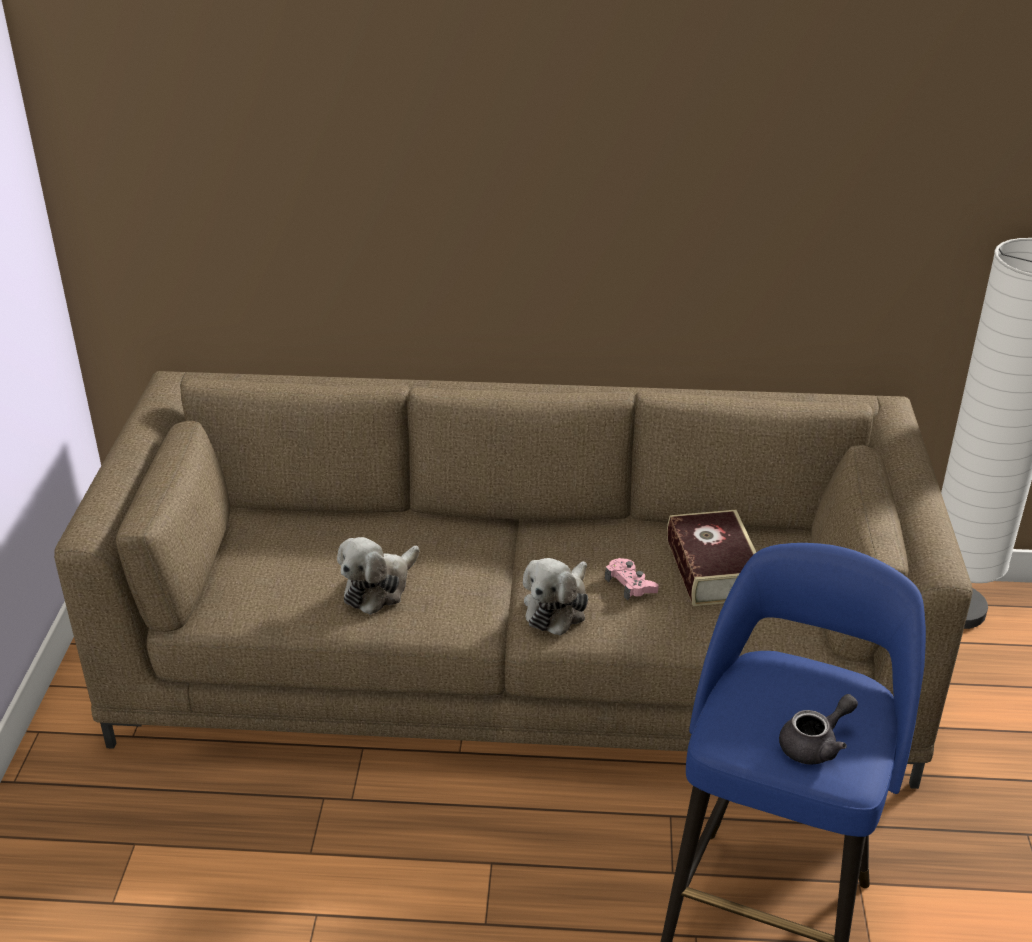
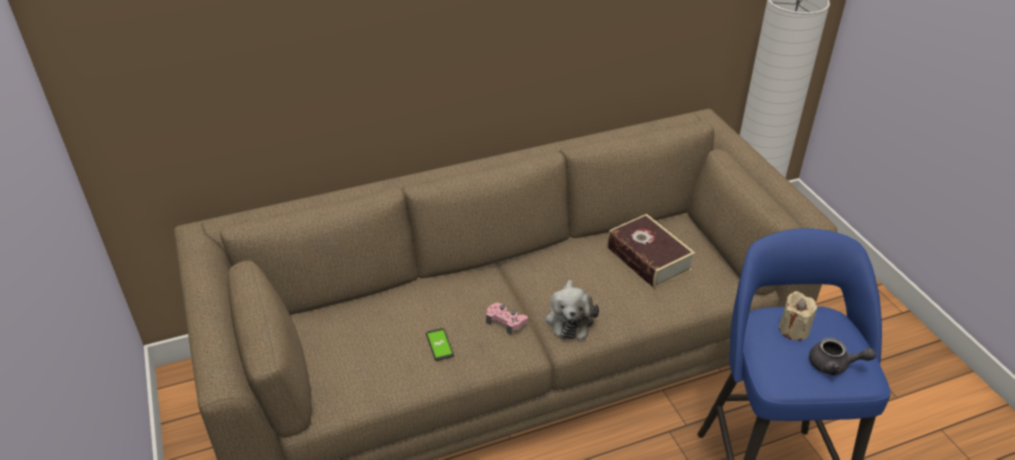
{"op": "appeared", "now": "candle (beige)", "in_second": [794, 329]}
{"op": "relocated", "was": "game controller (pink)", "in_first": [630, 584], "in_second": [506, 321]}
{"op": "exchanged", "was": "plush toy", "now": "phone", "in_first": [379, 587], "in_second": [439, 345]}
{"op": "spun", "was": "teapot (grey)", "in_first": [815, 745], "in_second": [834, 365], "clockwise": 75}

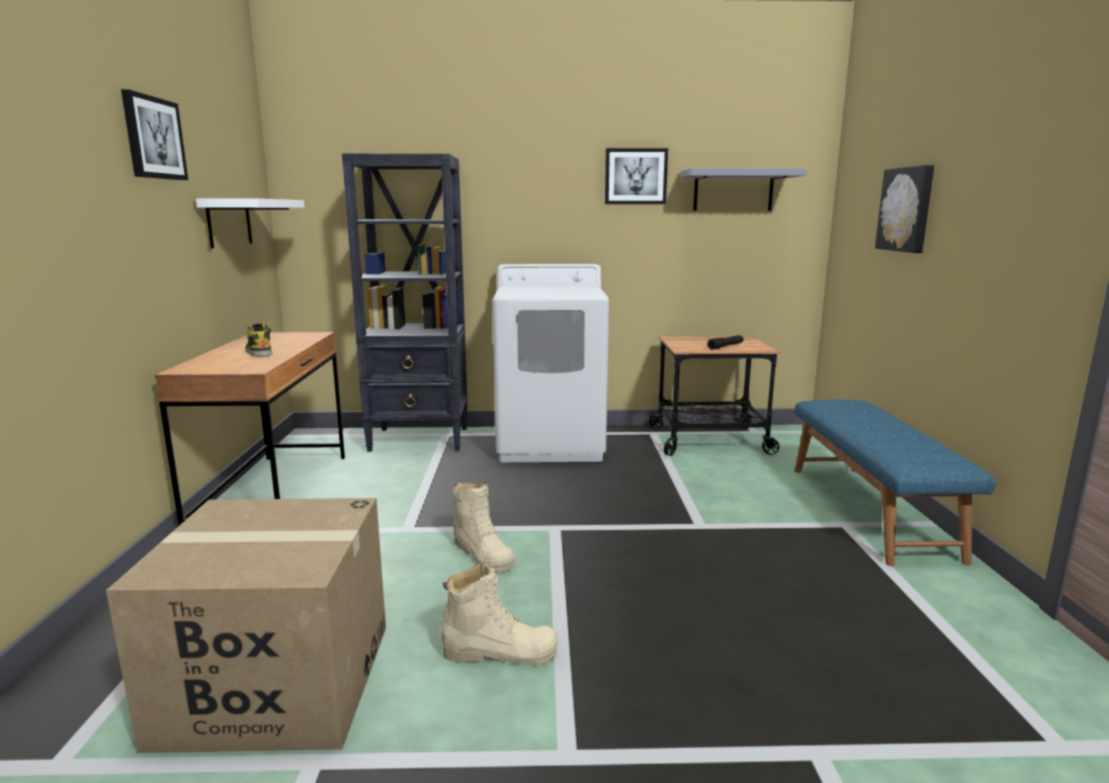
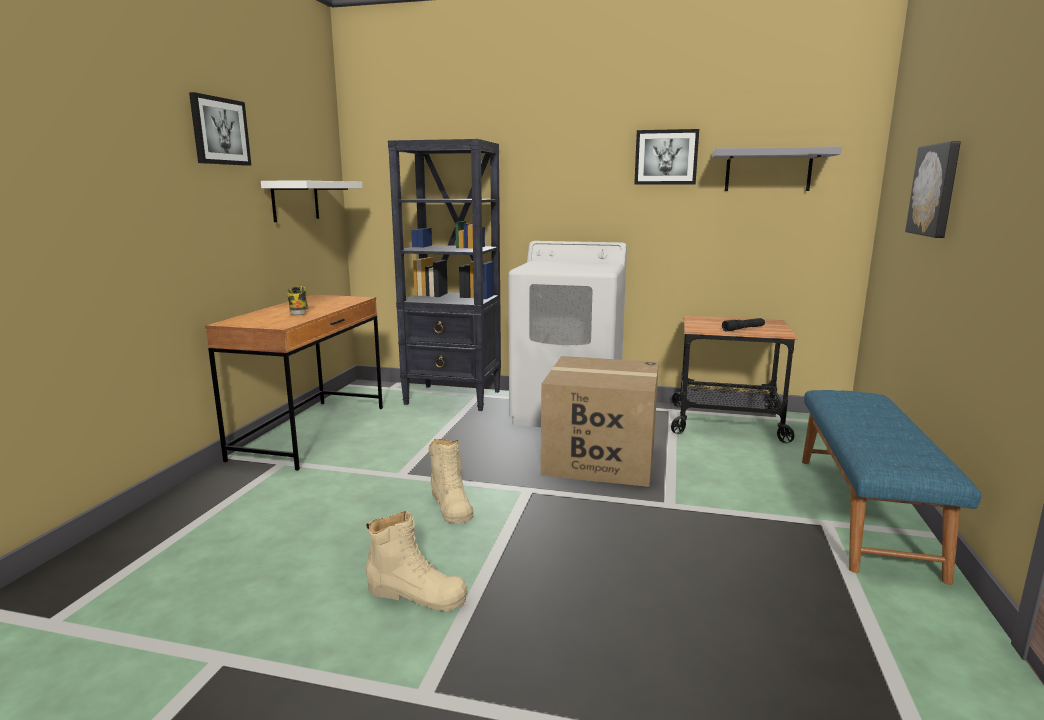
{"op": "relocated", "was": "cardboard box", "in_first": [276, 683], "in_second": [600, 459]}

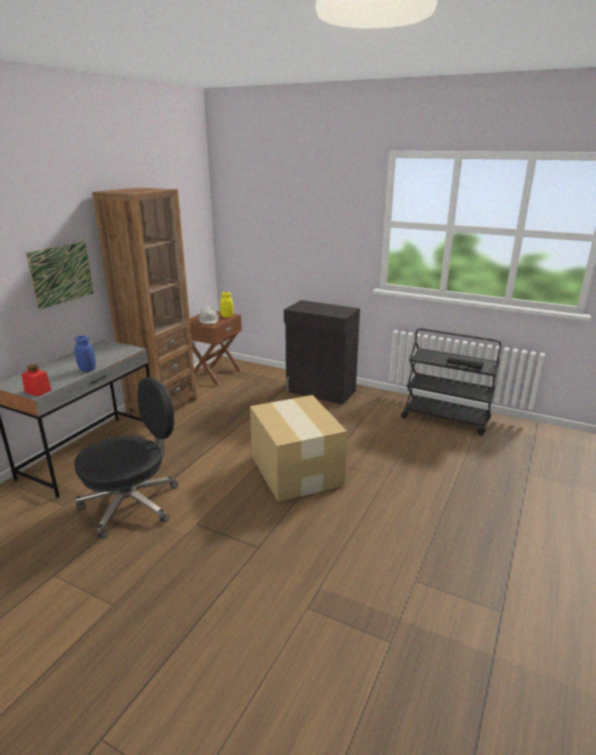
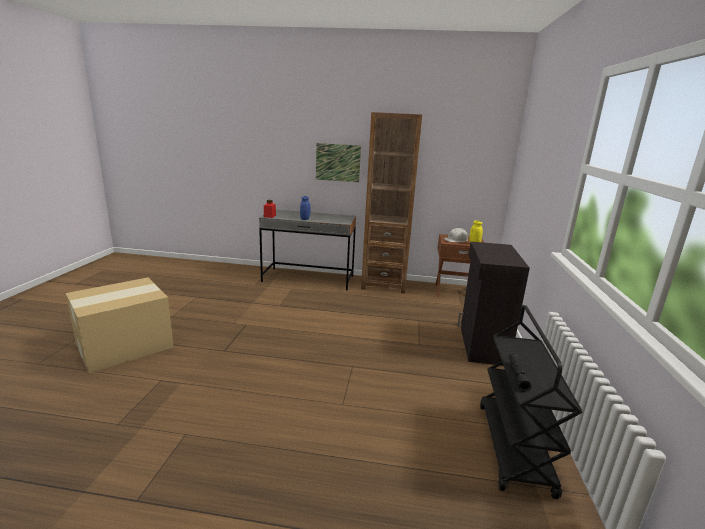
{"op": "missing", "was": "office chair (black)", "in_first": [132, 504]}
{"op": "relocated", "was": "cardboard box", "in_first": [296, 469], "in_second": [126, 345]}

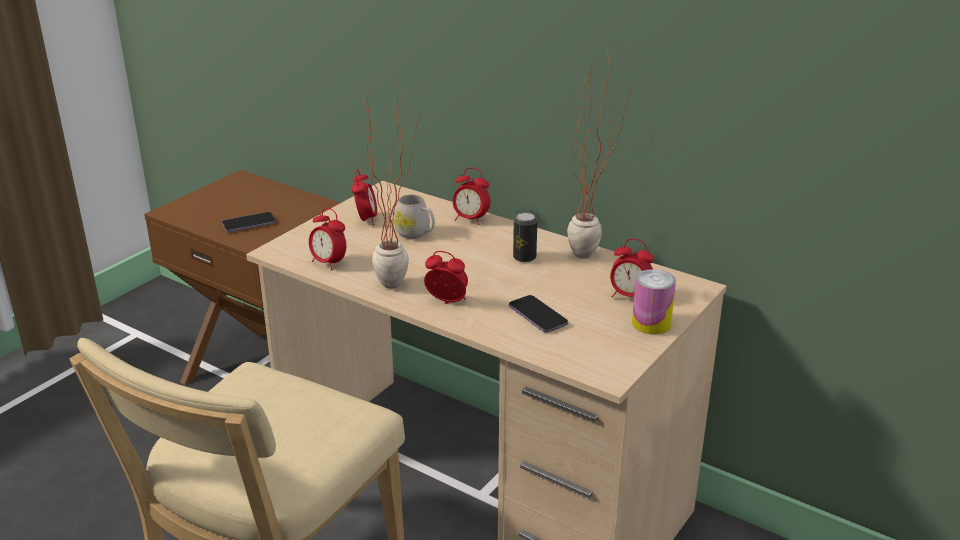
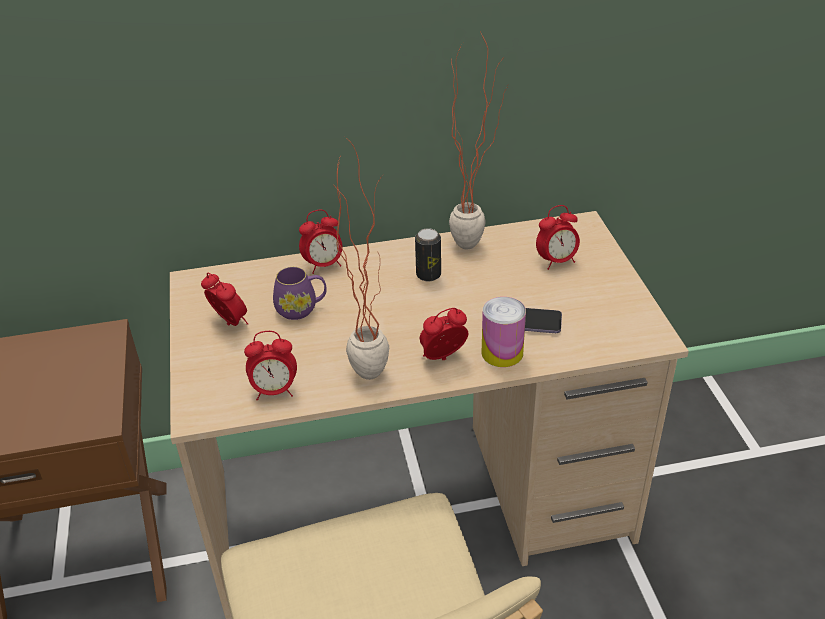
{"op": "missing", "was": "phone", "in_first": [249, 224]}
{"op": "relocated", "was": "can", "in_first": [651, 323], "in_second": [502, 353]}
{"op": "colour", "was": "mug (white)", "now": "mug (purple)", "in_first": [416, 234], "in_second": [301, 309]}

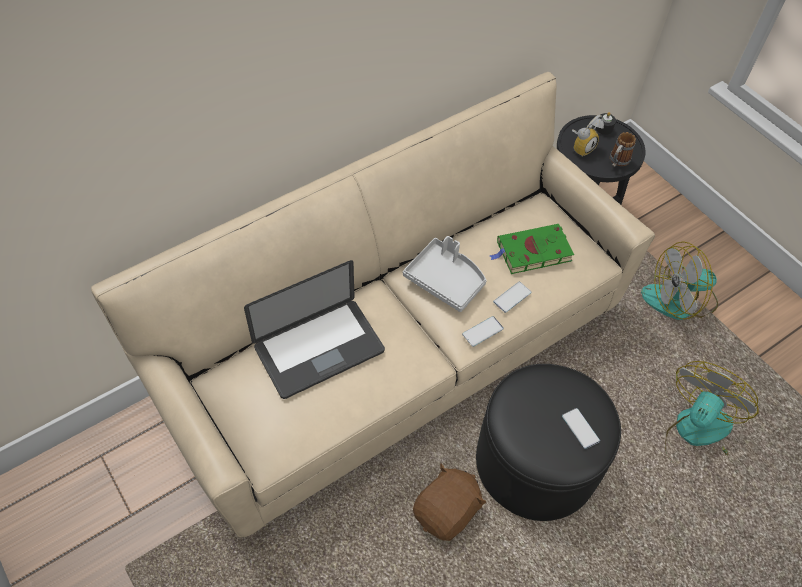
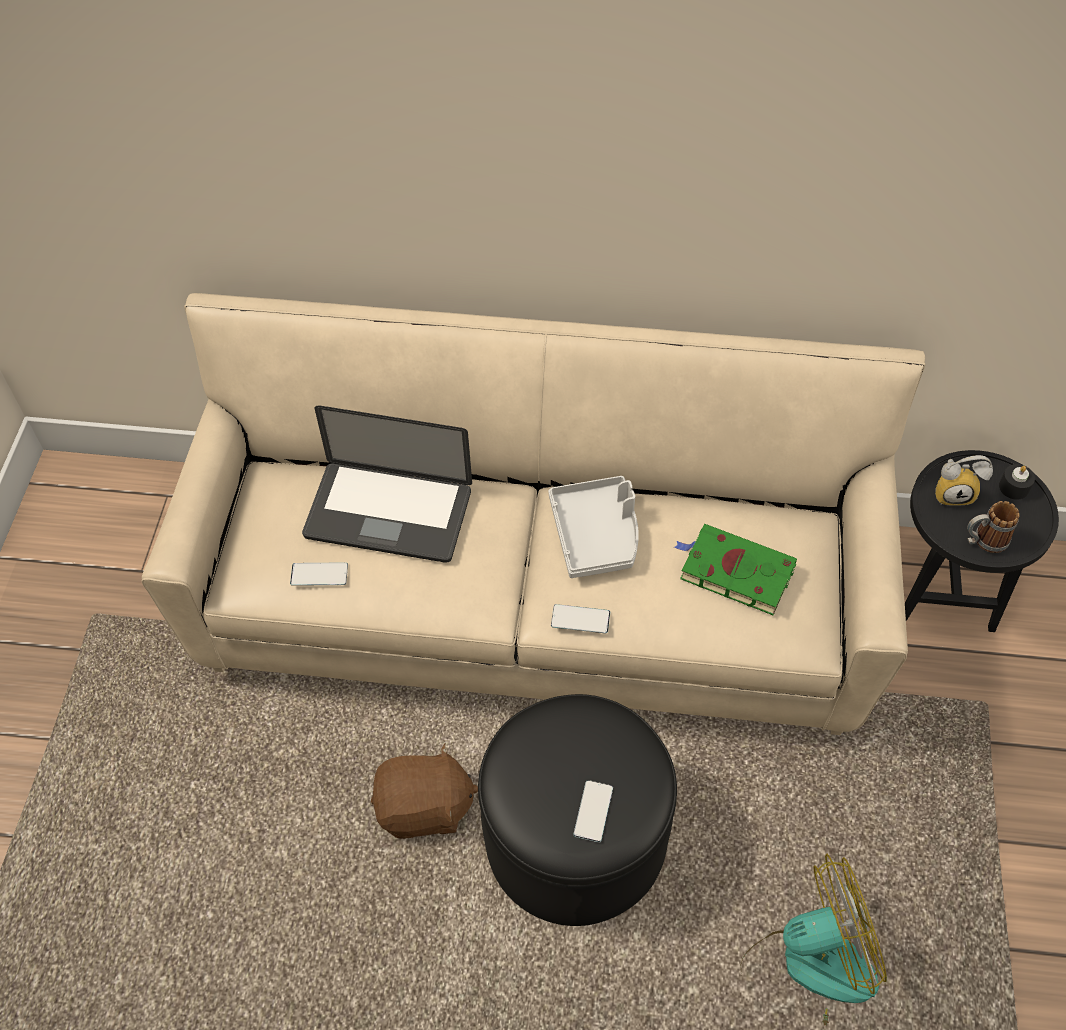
{"op": "missing", "was": "fan", "in_first": [679, 300]}
{"op": "relocated", "was": "phone", "in_first": [512, 297], "in_second": [319, 574]}

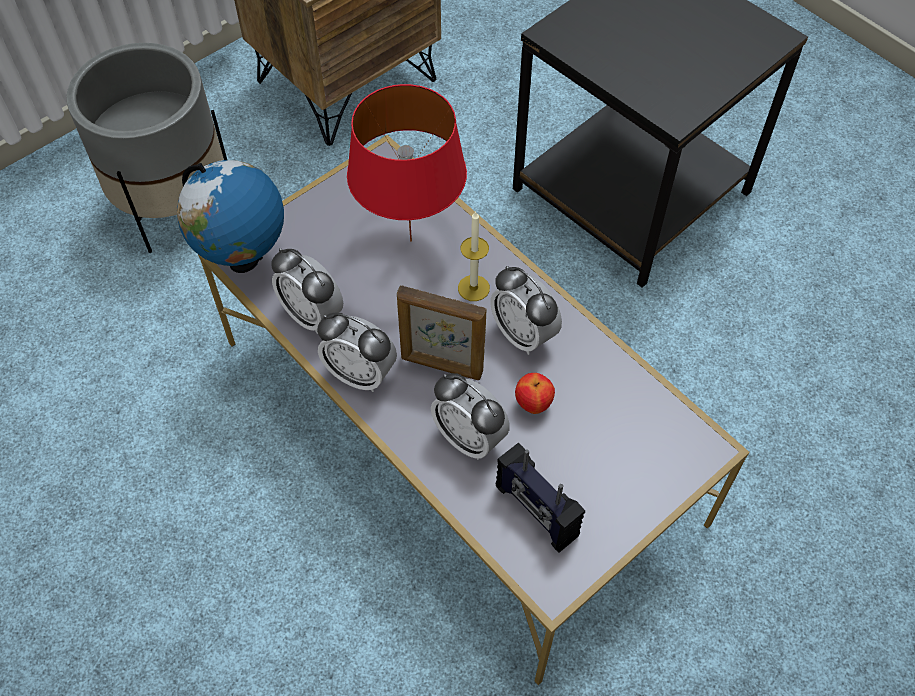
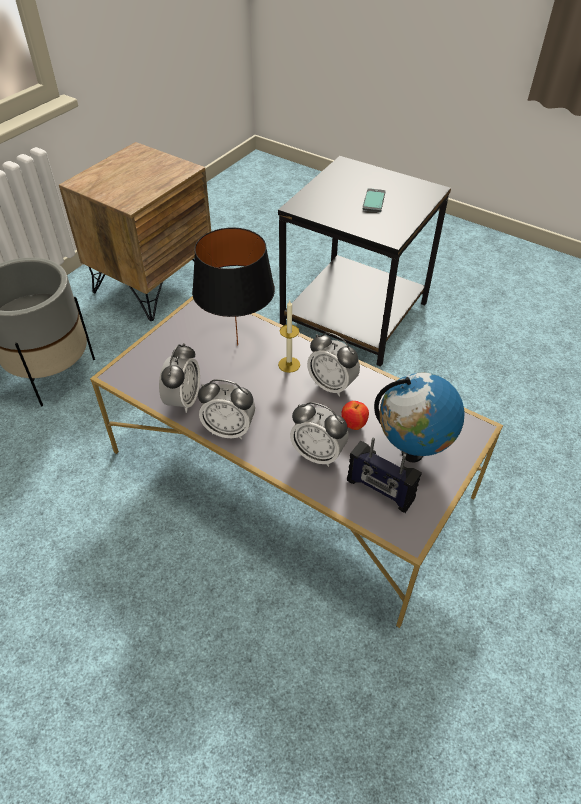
{"op": "missing", "was": "picture frame", "in_first": [441, 366]}
{"op": "appeared", "now": "phone", "in_second": [373, 201]}
{"op": "relocated", "was": "globe", "in_first": [243, 260], "in_second": [412, 452]}
{"op": "colour", "was": "table lamp (red)", "now": "table lamp (black)", "in_first": [412, 241], "in_second": [238, 345]}
{"op": "spun", "was": "alarm clock", "in_first": [312, 315], "in_second": [183, 400], "clockwise": -105}

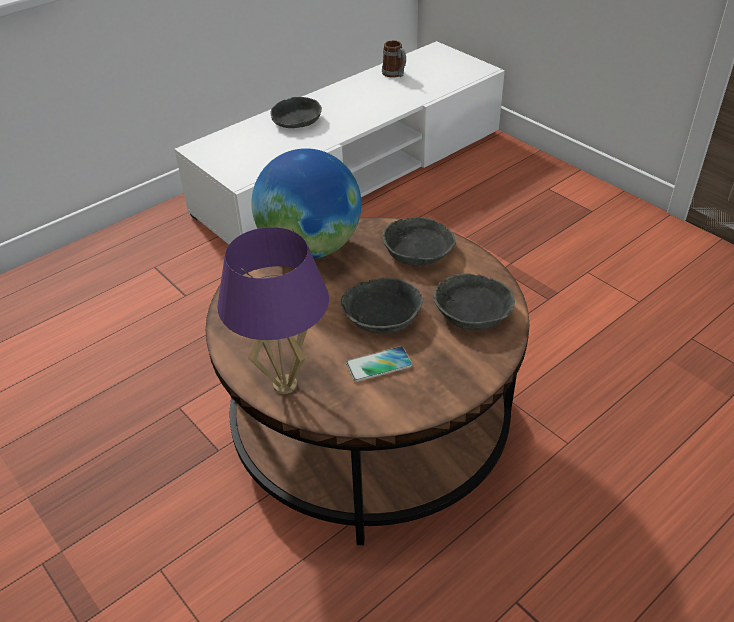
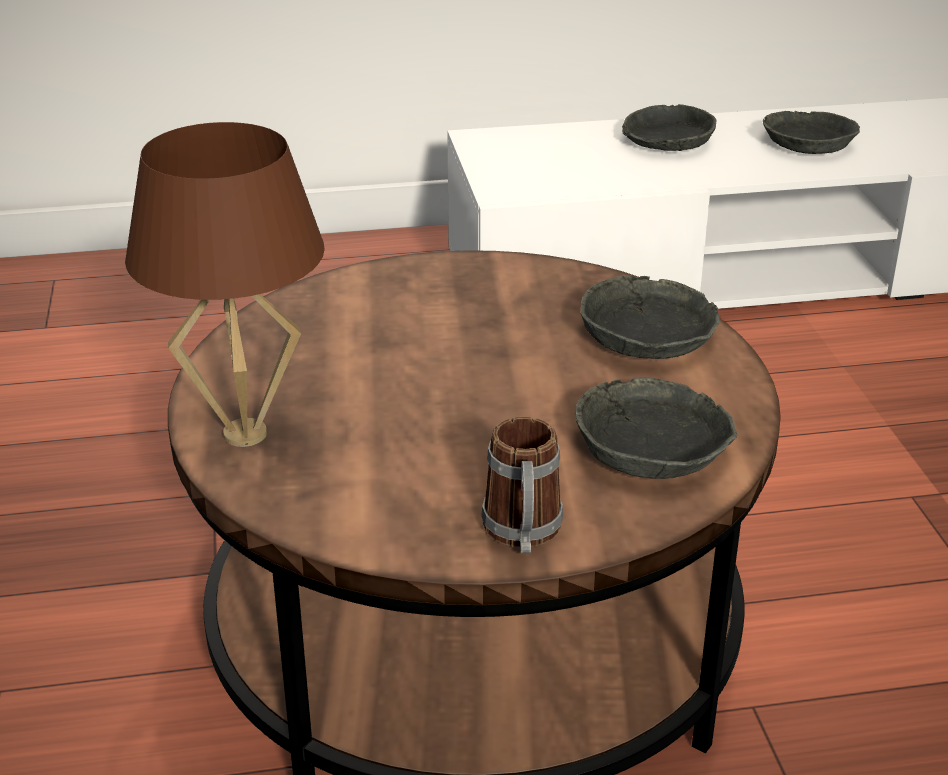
{"op": "missing", "was": "globe", "in_first": [310, 248]}
{"op": "missing", "was": "phone", "in_first": [379, 365]}
{"op": "relocated", "was": "bowl (grey)", "in_first": [381, 313], "in_second": [808, 142]}
{"op": "relocated", "was": "mug", "in_first": [395, 74], "in_second": [523, 534]}
{"op": "colour", "was": "table lamp (purple)", "now": "table lamp (brown)", "in_first": [285, 385], "in_second": [245, 435]}

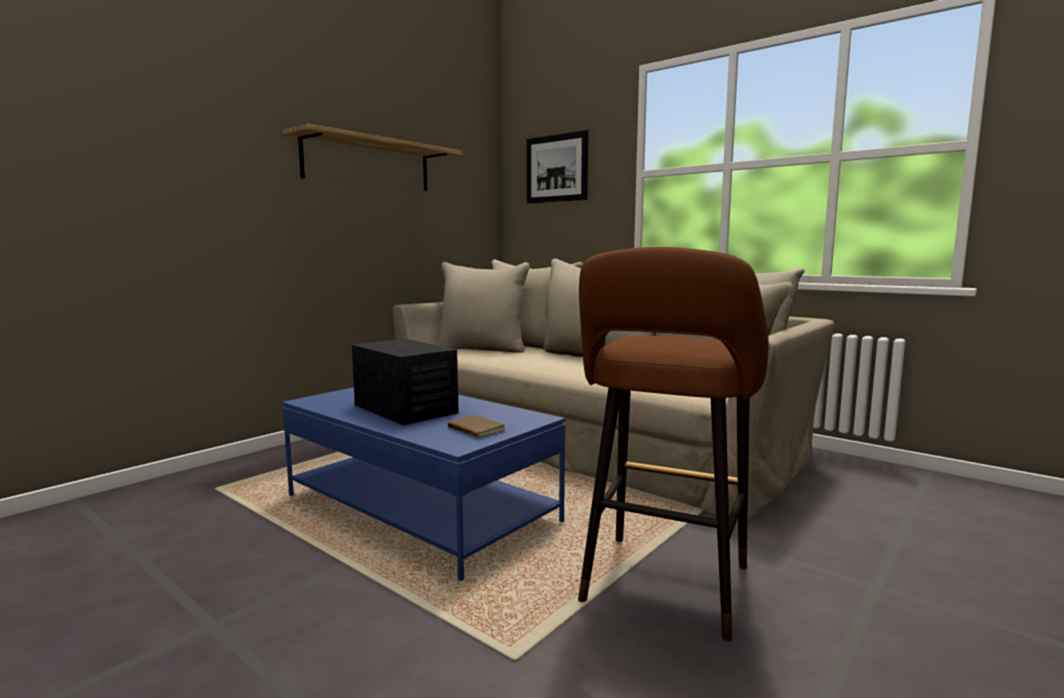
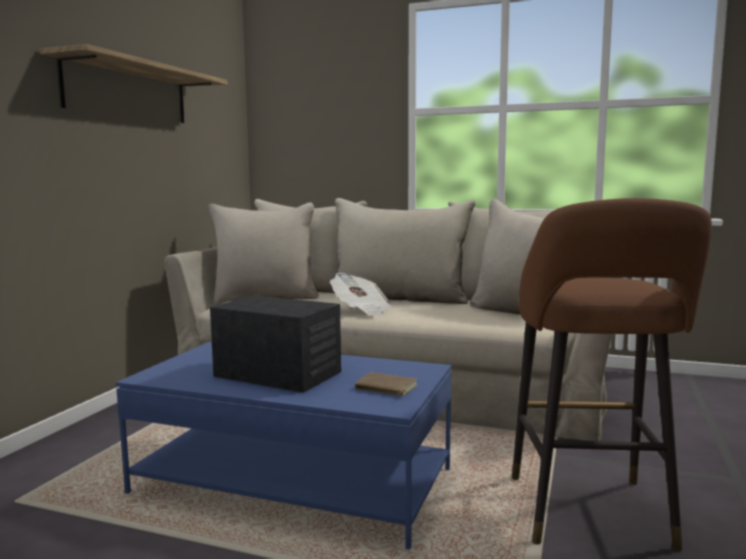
{"op": "missing", "was": "picture", "in_first": [556, 168]}
{"op": "appeared", "now": "newspaper", "in_second": [361, 311]}

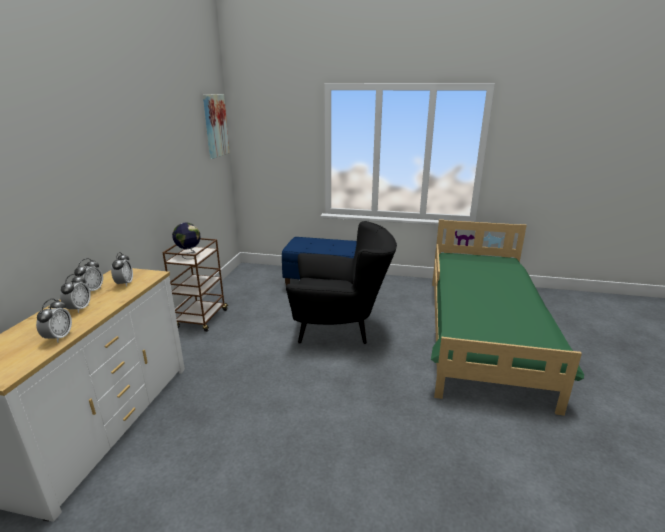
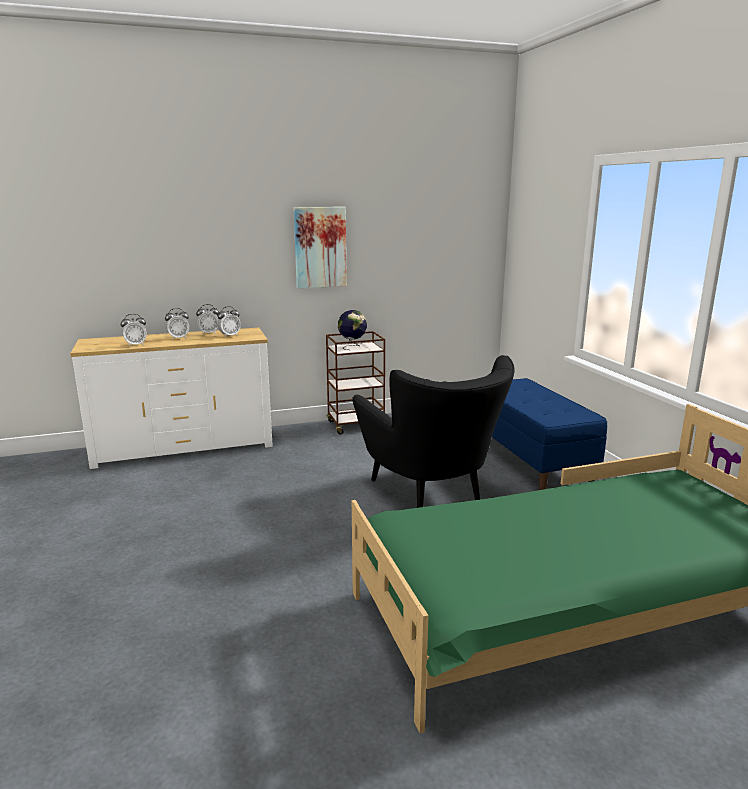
{"op": "relocated", "was": "picture", "in_first": [215, 125], "in_second": [320, 247]}

